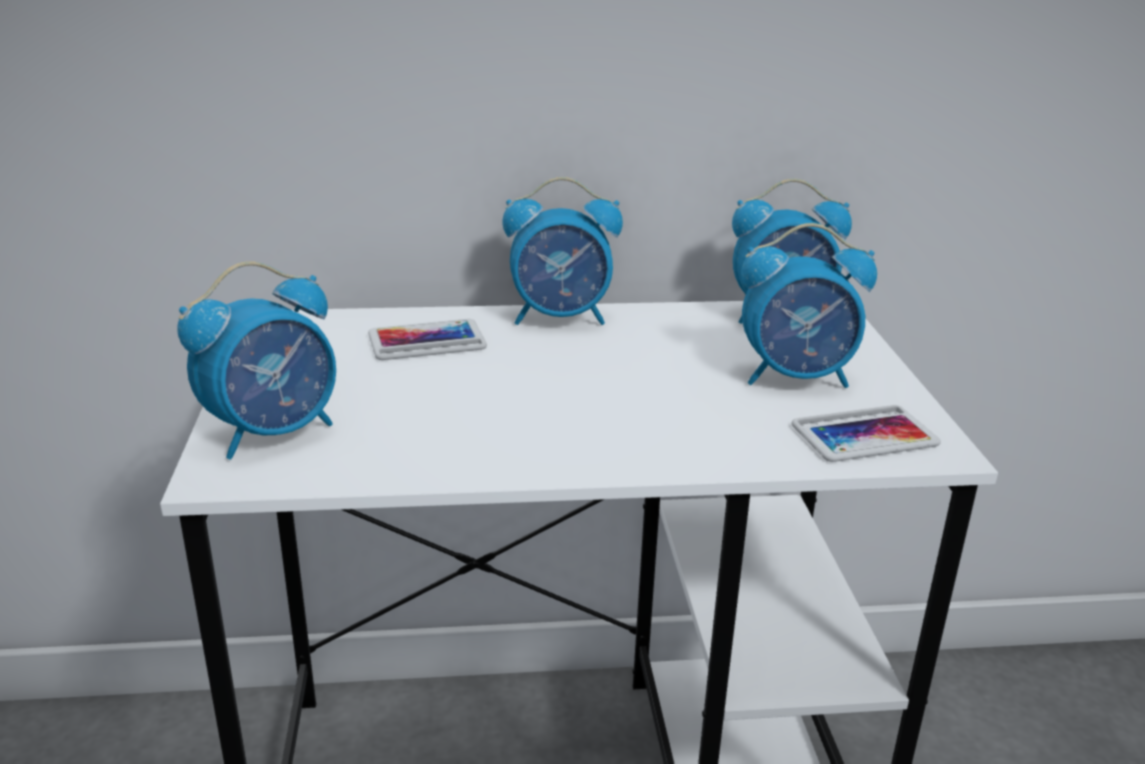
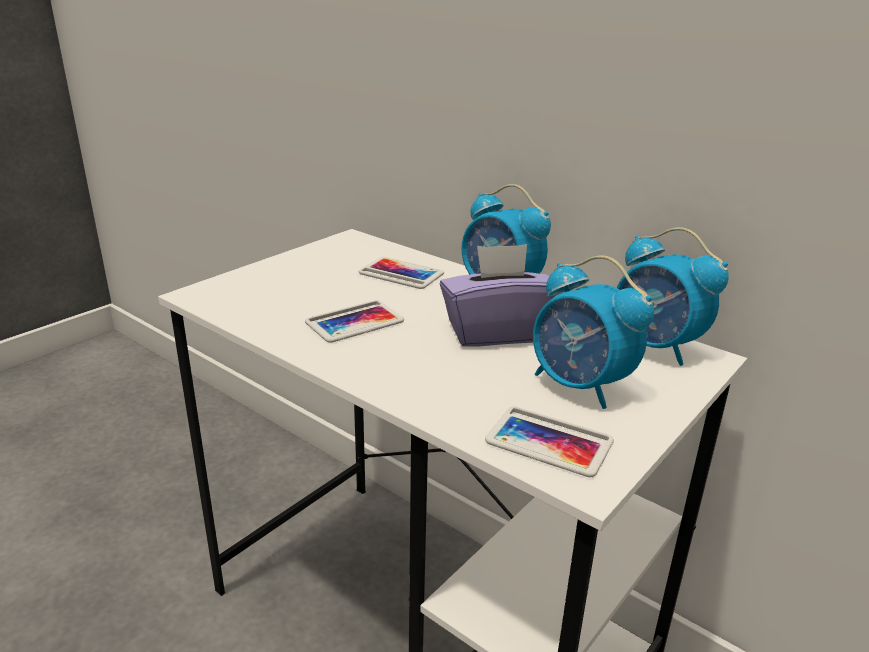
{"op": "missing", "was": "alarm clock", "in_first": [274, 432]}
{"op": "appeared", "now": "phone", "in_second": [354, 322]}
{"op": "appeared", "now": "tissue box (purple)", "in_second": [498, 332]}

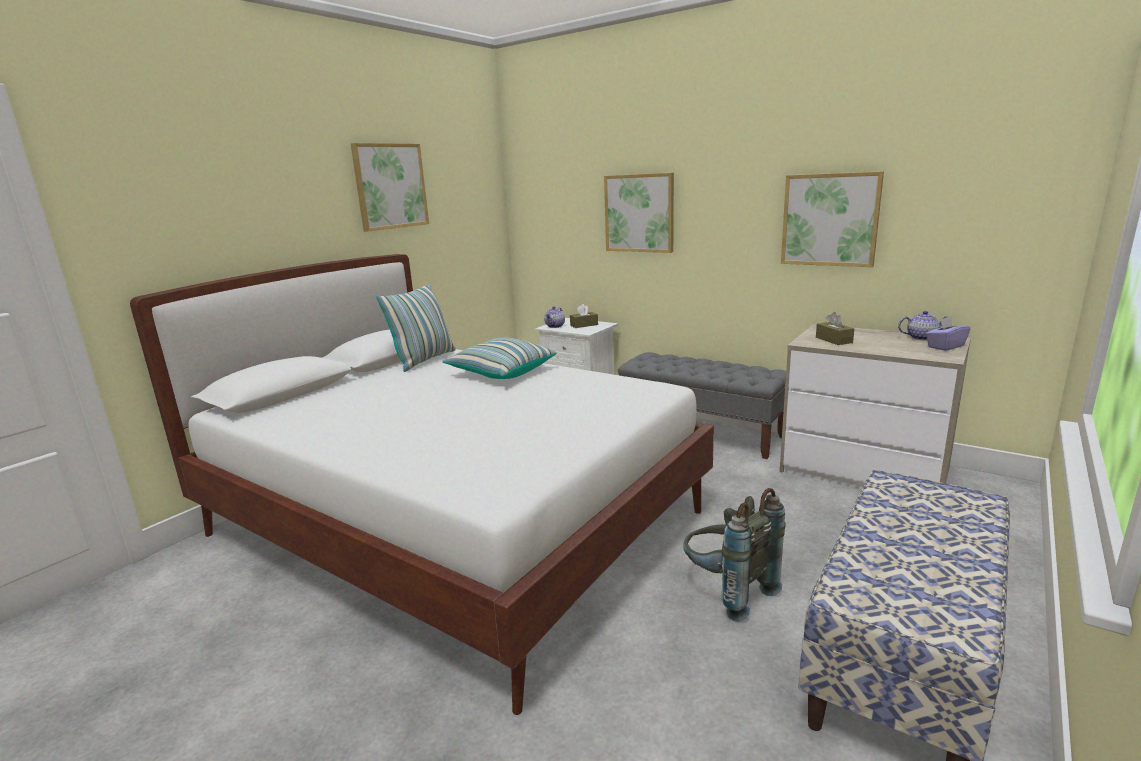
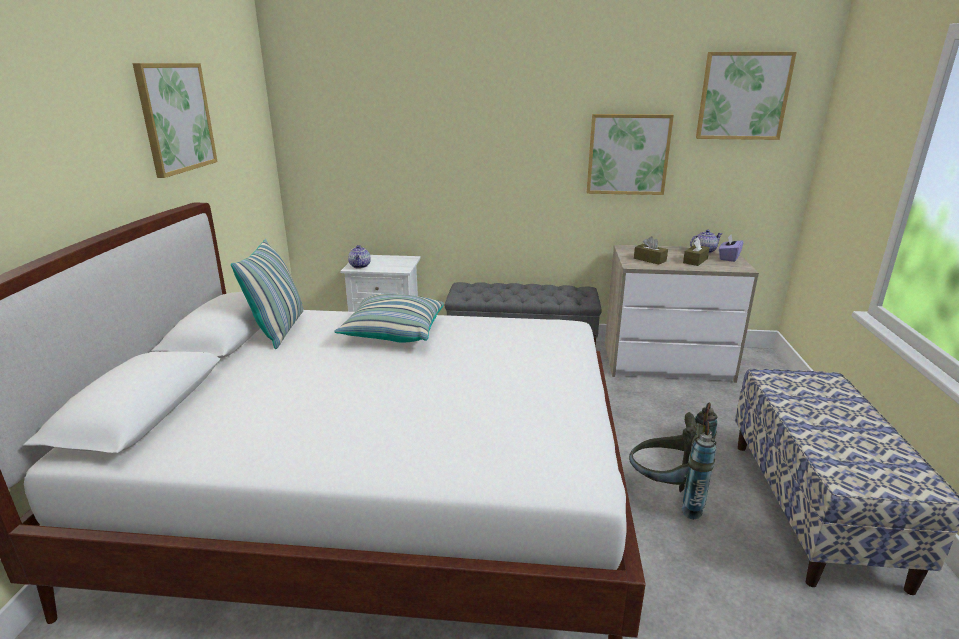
{"op": "relocated", "was": "tissue box (brown)", "in_first": [584, 325], "in_second": [695, 261]}
{"op": "relocated", "was": "picture", "in_first": [639, 213], "in_second": [743, 96]}

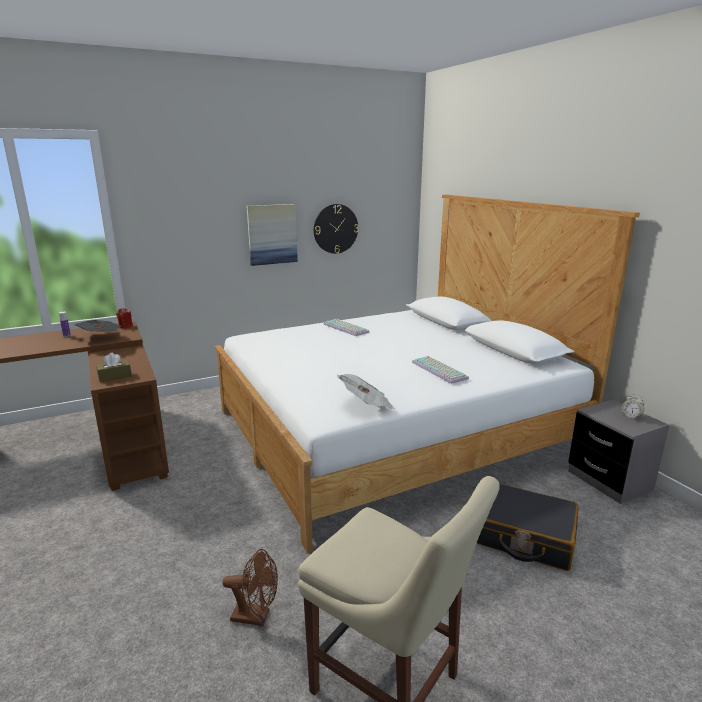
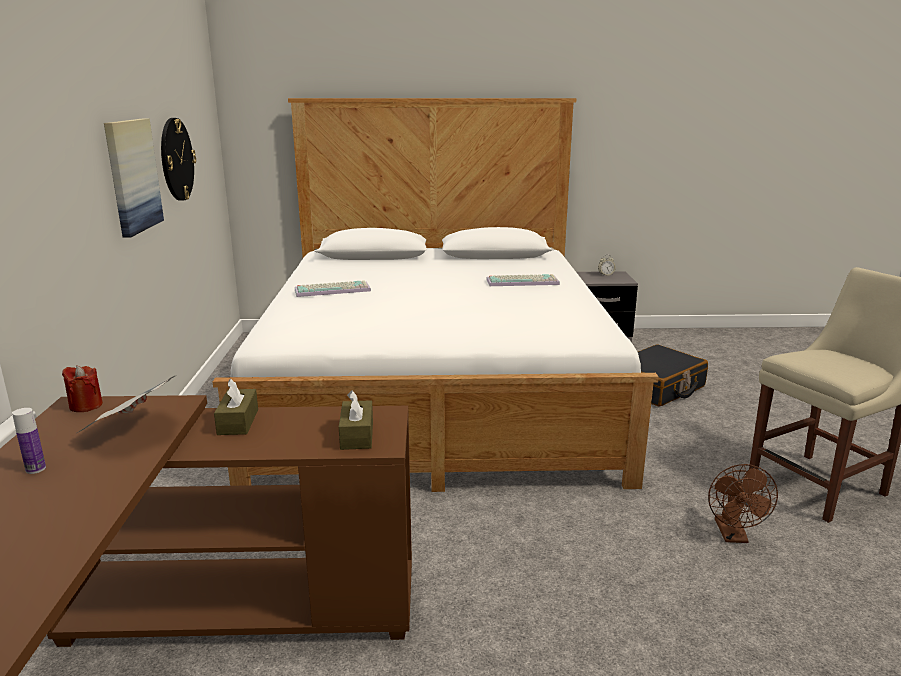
{"op": "missing", "was": "newspaper", "in_first": [366, 405]}
{"op": "appeared", "now": "tissue box (brown)", "in_second": [238, 422]}
{"op": "spun", "was": "fan (brown)", "in_first": [256, 616], "in_second": [733, 536], "clockwise": 150}

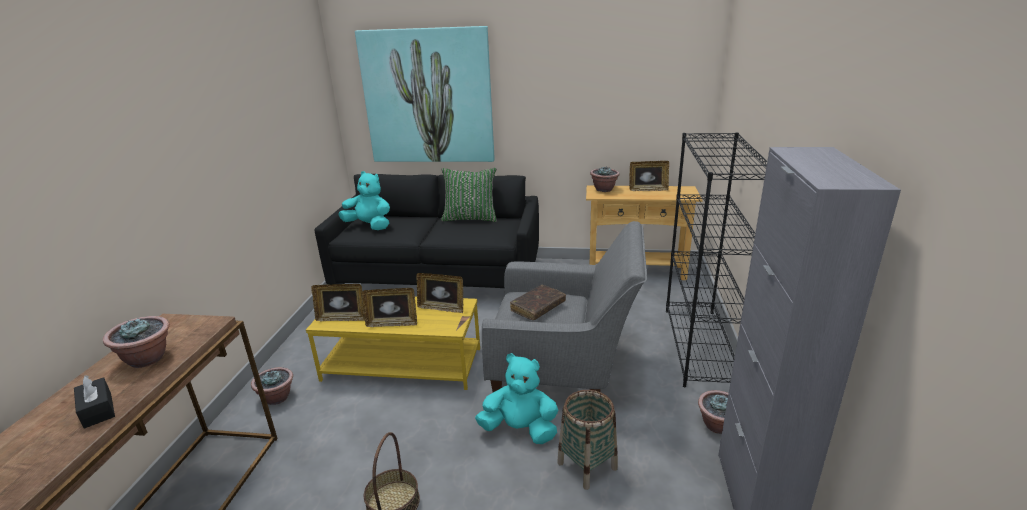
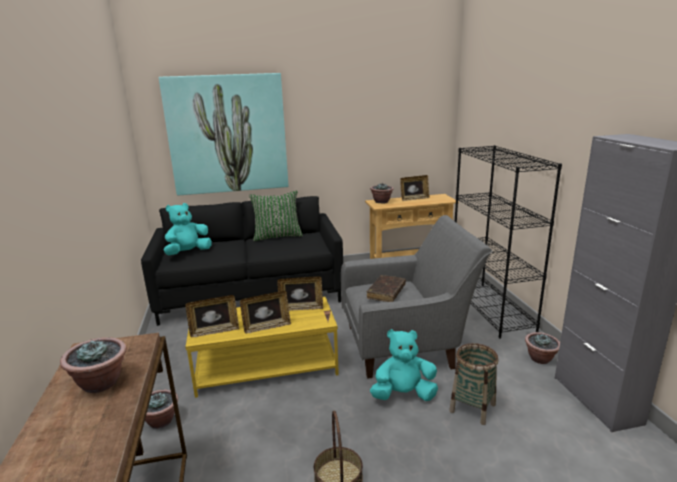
{"op": "missing", "was": "tissue box (black)", "in_first": [98, 410]}
{"op": "spun", "was": "plush toy (turquoise)", "in_first": [369, 226], "in_second": [188, 252], "clockwise": -45}

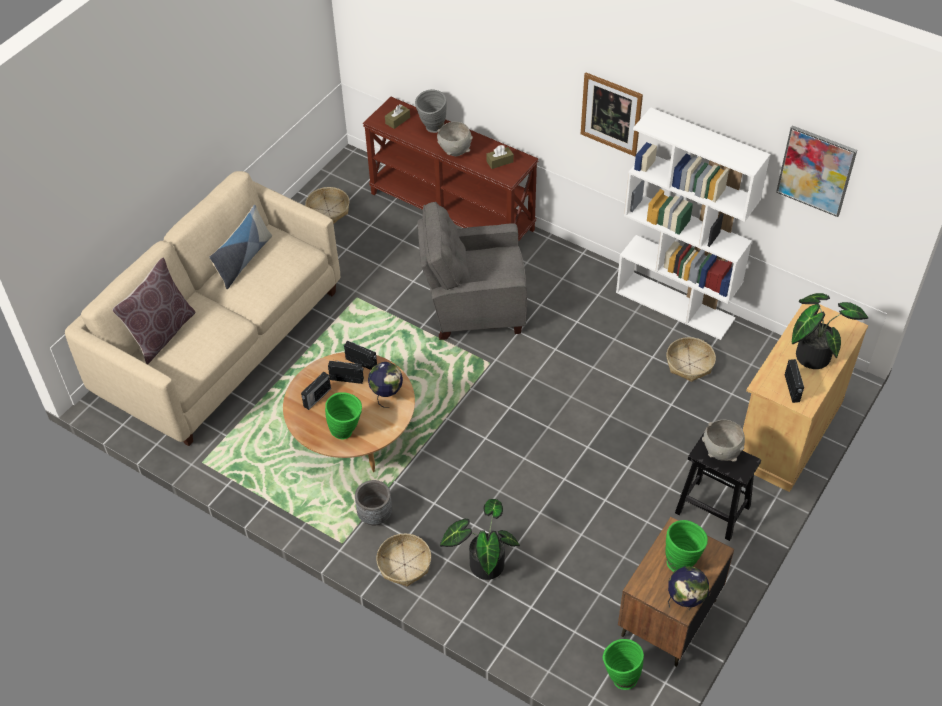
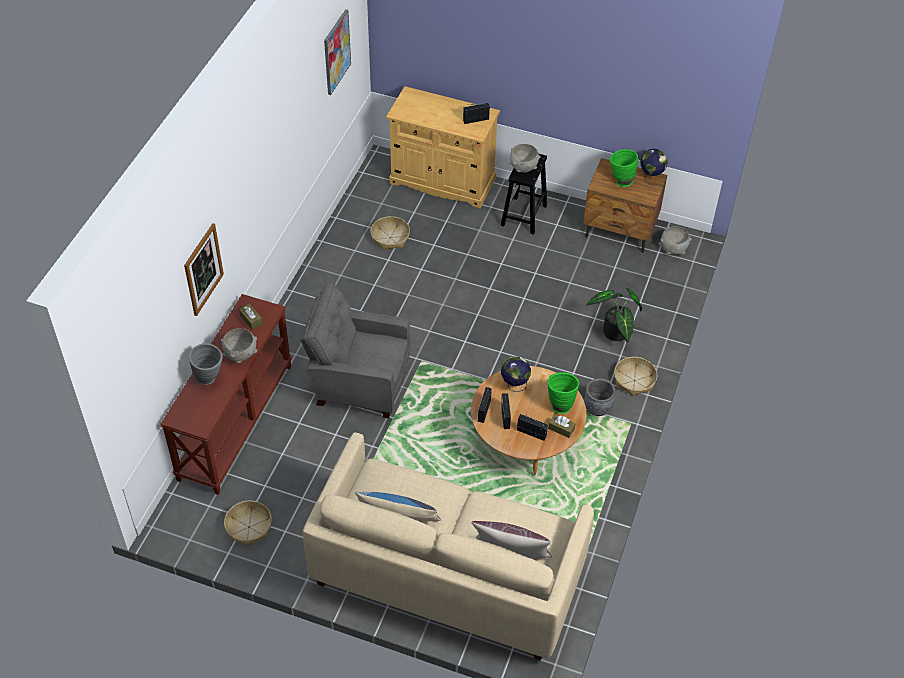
{"op": "missing", "was": "bookcase (white)", "in_first": [676, 305]}
{"op": "missing", "was": "potted plant", "in_first": [813, 353]}
{"op": "relocated", "was": "tissue box (brown)", "in_first": [397, 120], "in_second": [561, 429]}
{"op": "relocated", "was": "picture", "in_first": [611, 114], "in_second": [203, 269]}
{"op": "exchanged", "was": "vase (green)", "now": "bowl (grey)", "in_first": [619, 677], "in_second": [673, 250]}
{"op": "spun", "was": "armchair (grey)", "in_first": [473, 307], "in_second": [359, 383], "clockwise": 120}

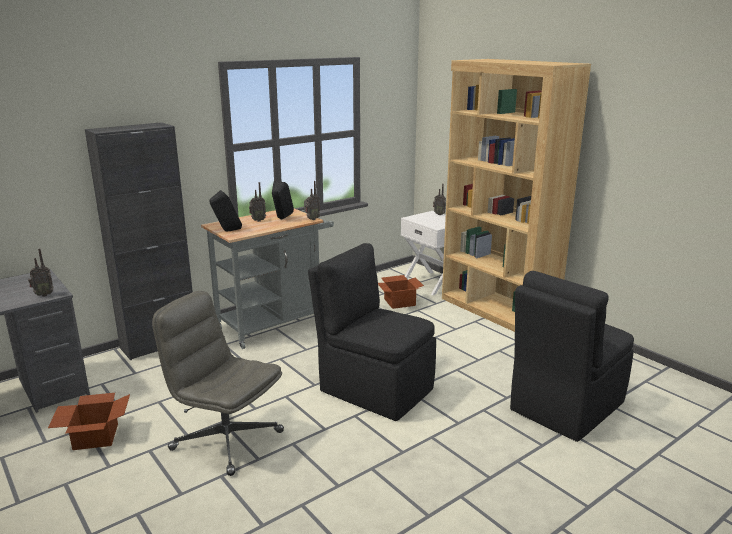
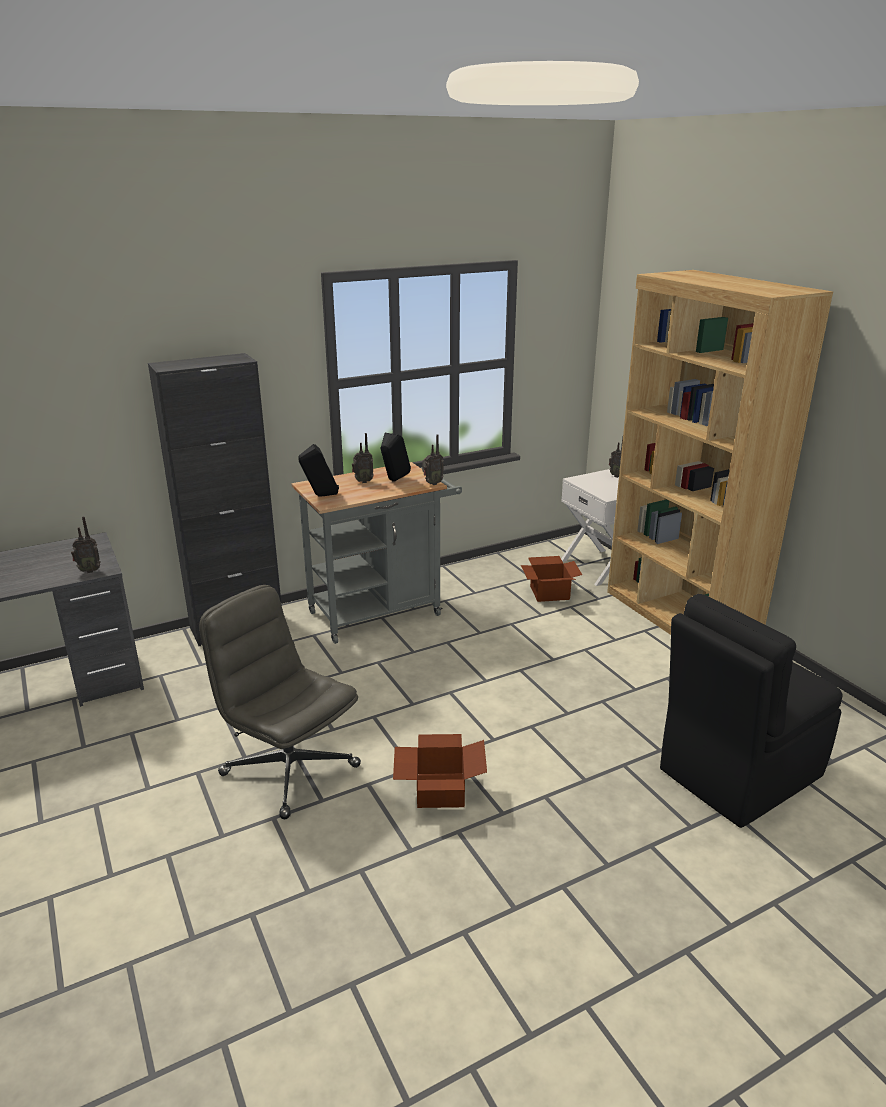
{"op": "missing", "was": "chair (black)", "in_first": [374, 388]}
{"op": "relocated", "was": "cardboard box", "in_first": [94, 436], "in_second": [438, 790]}

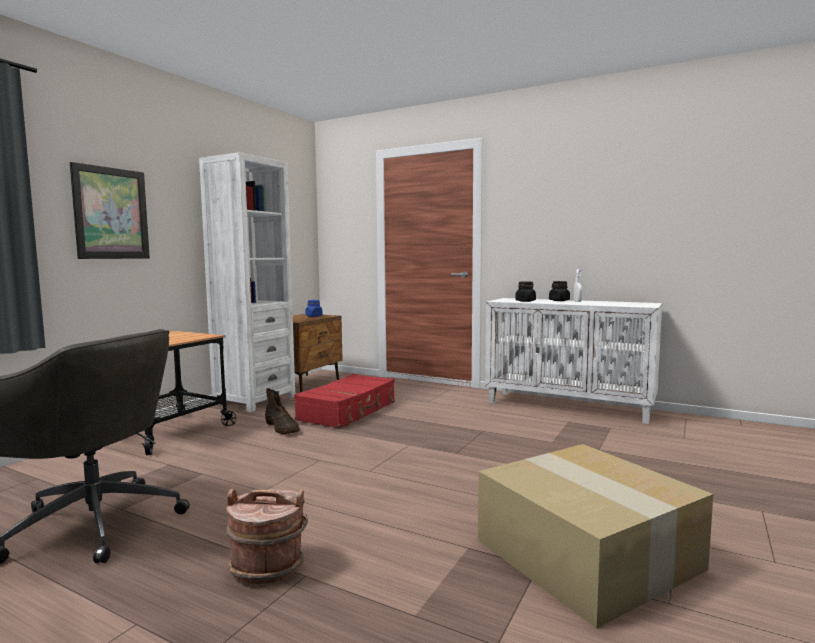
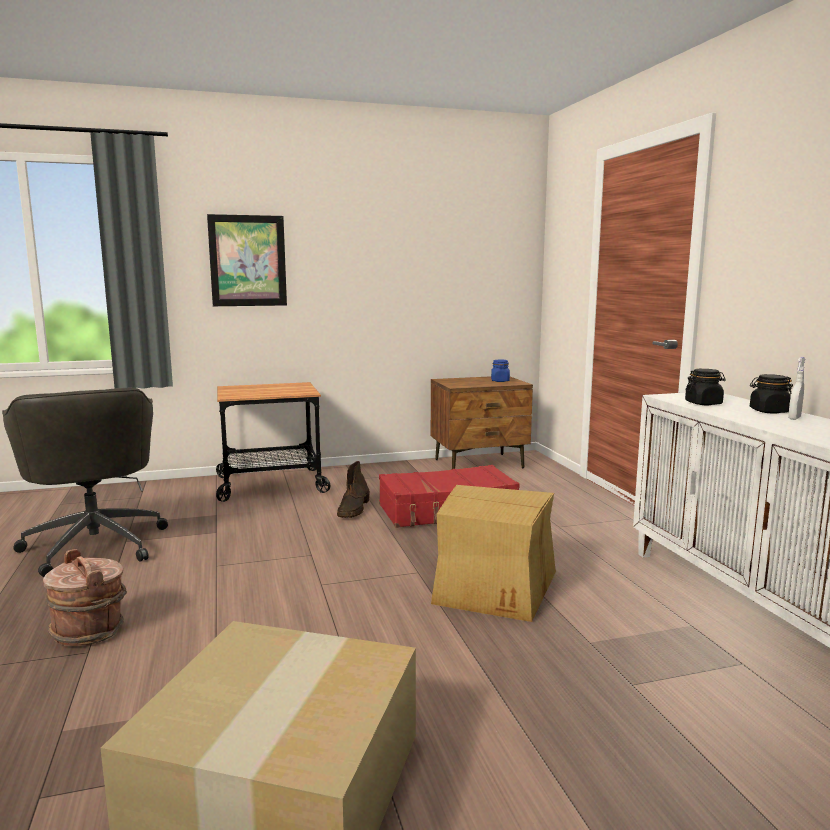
{"op": "missing", "was": "bookcase (white)", "in_first": [254, 400]}
{"op": "appeared", "now": "cardboard box", "in_second": [494, 587]}

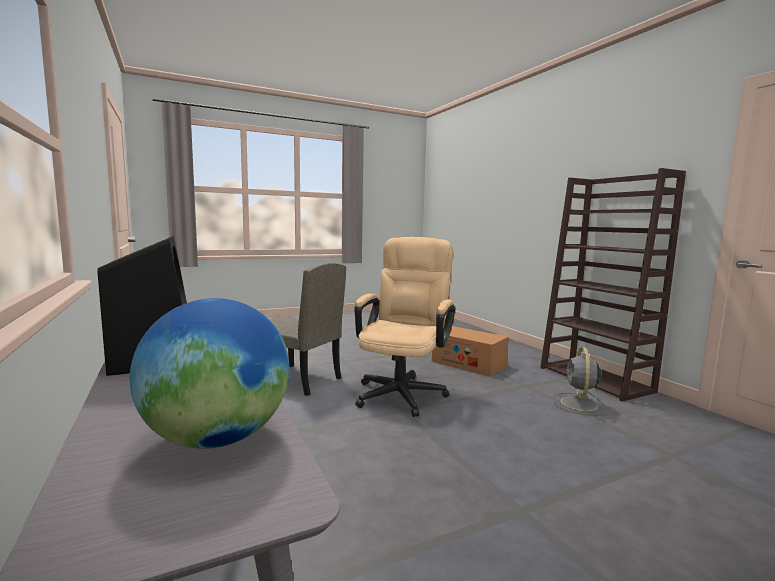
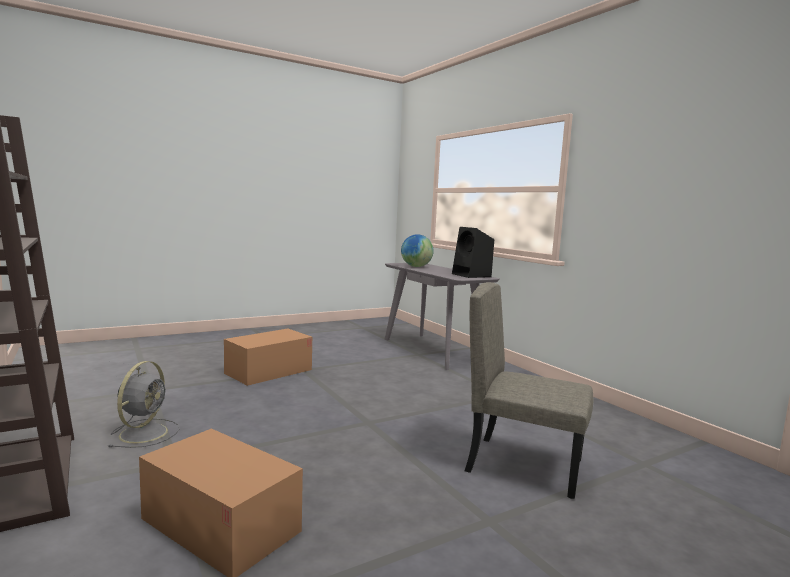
{"op": "missing", "was": "office chair (beige)", "in_first": [403, 391]}
{"op": "appeared", "now": "cardboard box", "in_second": [269, 371]}

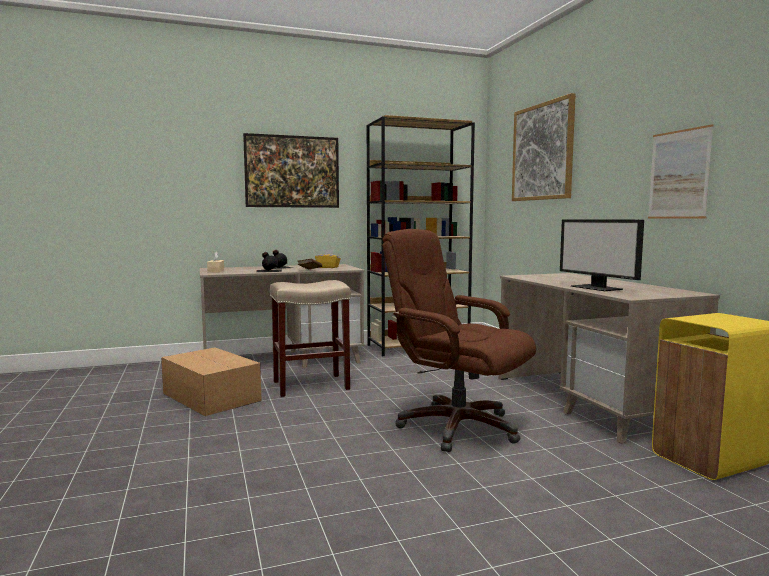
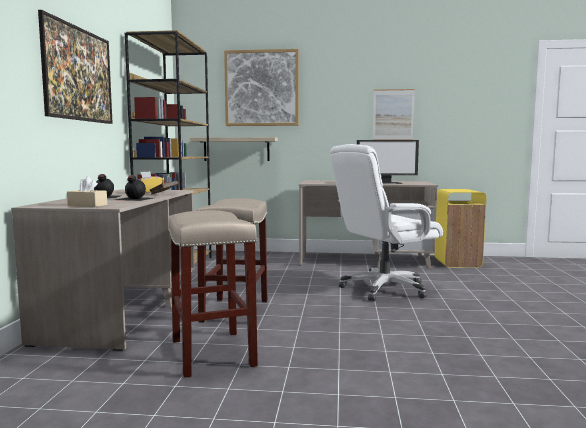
{"op": "appeared", "now": "shelf", "in_second": [236, 149]}
{"op": "exchanged", "was": "cardboard box", "now": "stool (beige)", "in_first": [211, 396], "in_second": [211, 352]}
{"op": "colour", "was": "office chair (brown)", "now": "office chair (white)", "in_first": [457, 427], "in_second": [383, 289]}

